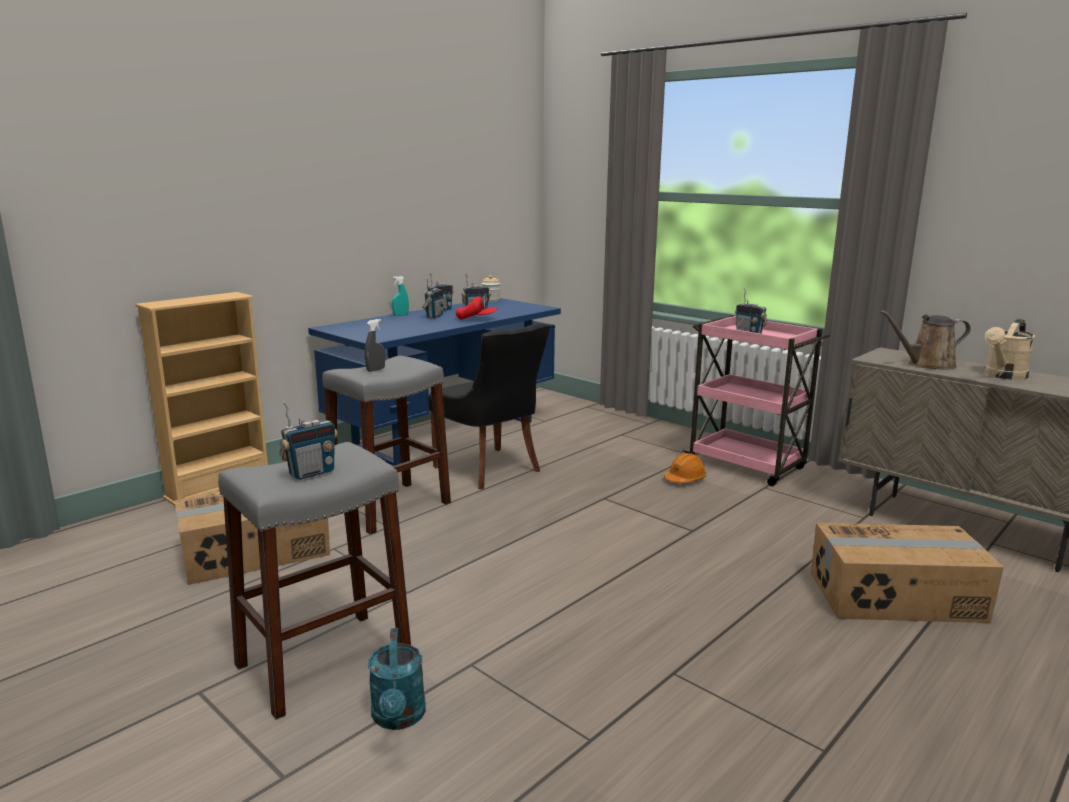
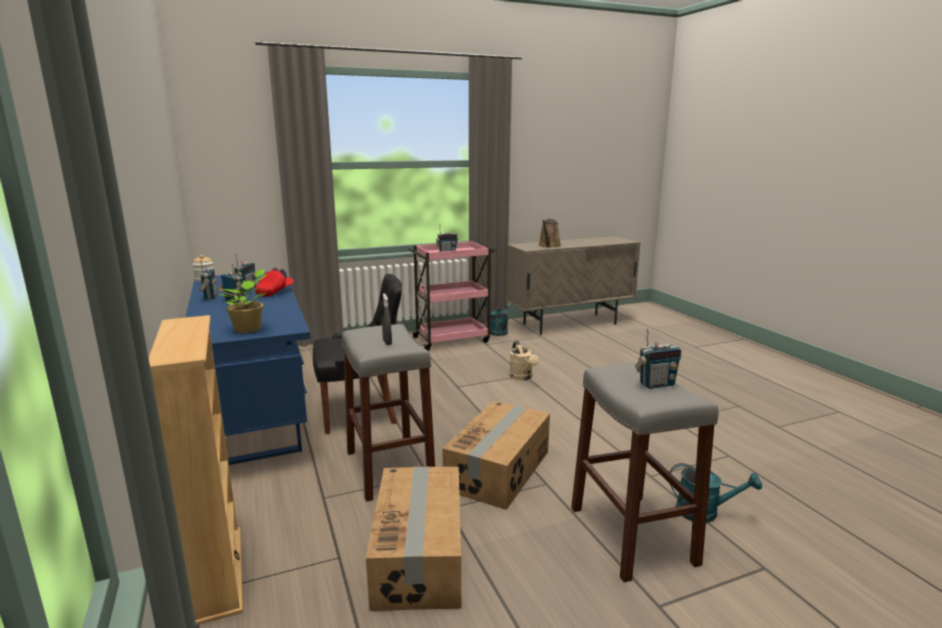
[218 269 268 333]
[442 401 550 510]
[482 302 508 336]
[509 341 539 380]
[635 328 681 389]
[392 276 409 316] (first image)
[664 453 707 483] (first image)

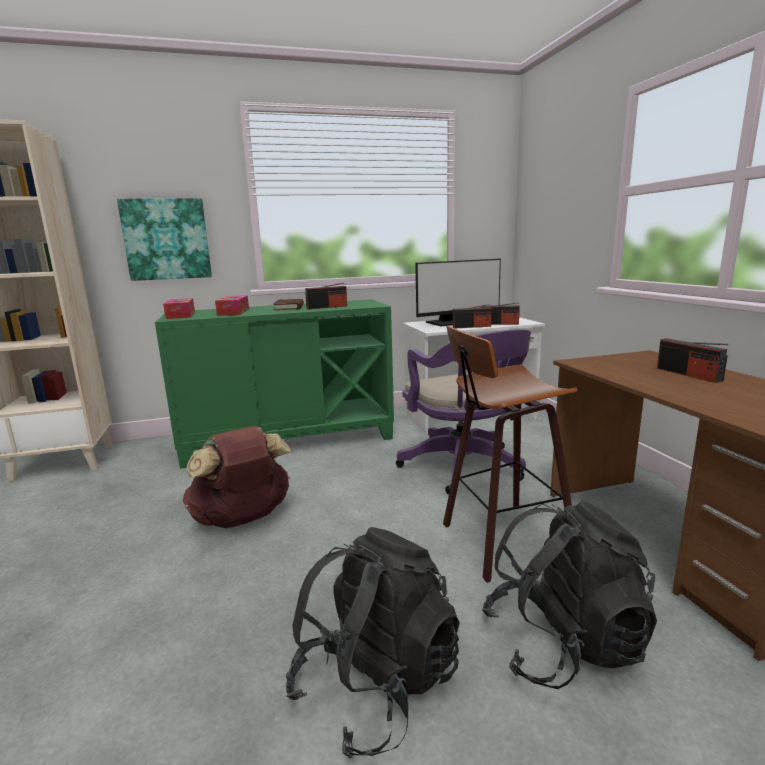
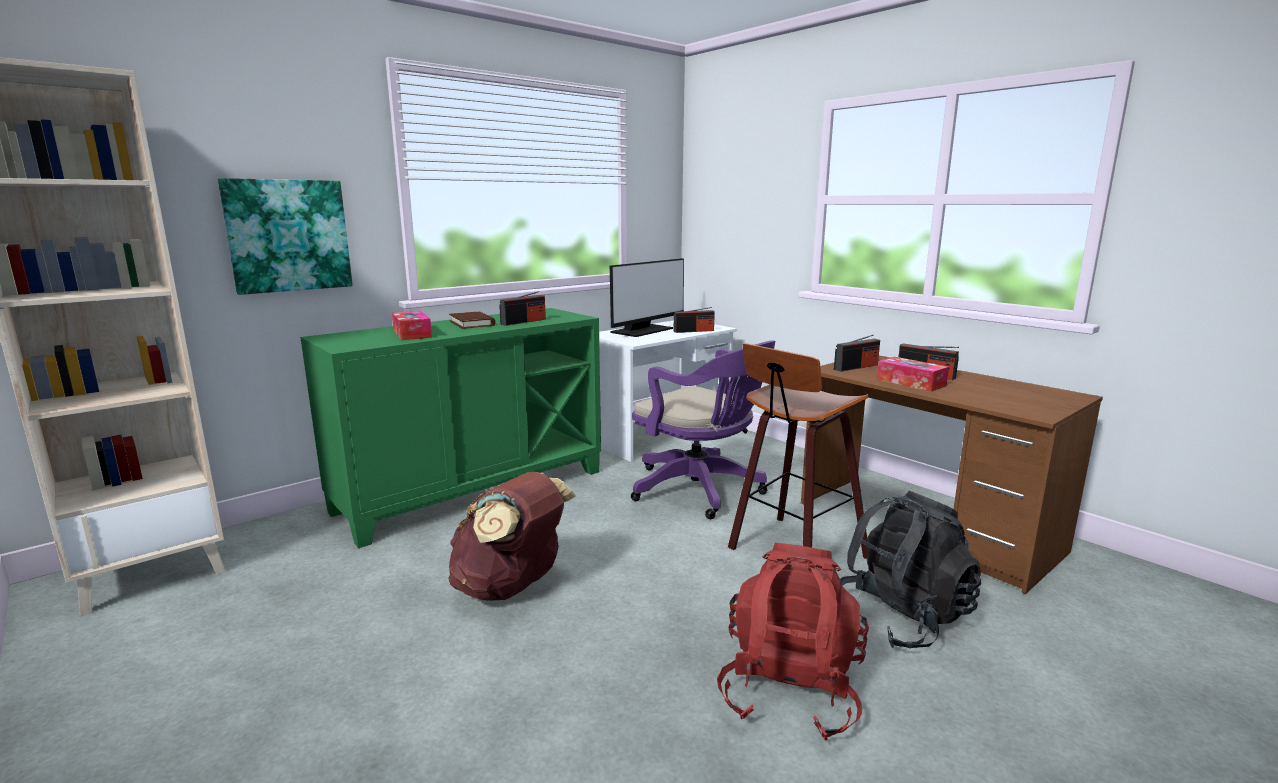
[717 543 869 741]
[834 335 880 372]
[877 357 949 392]

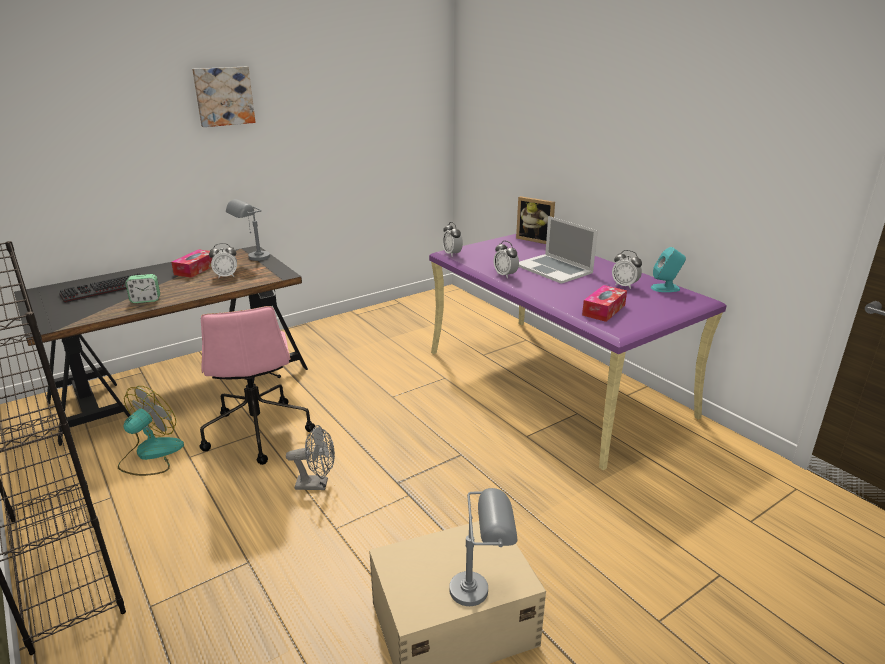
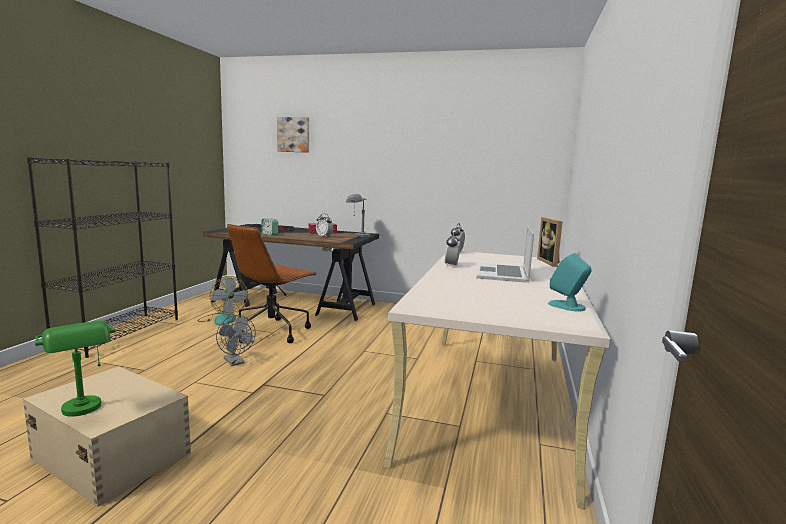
[35 320 116 417]
[198 276 248 326]
[227 224 318 343]
[277 117 309 153]
[384 251 611 509]
[582 285 627 322] (first image)
[612 250 642 289] (first image)

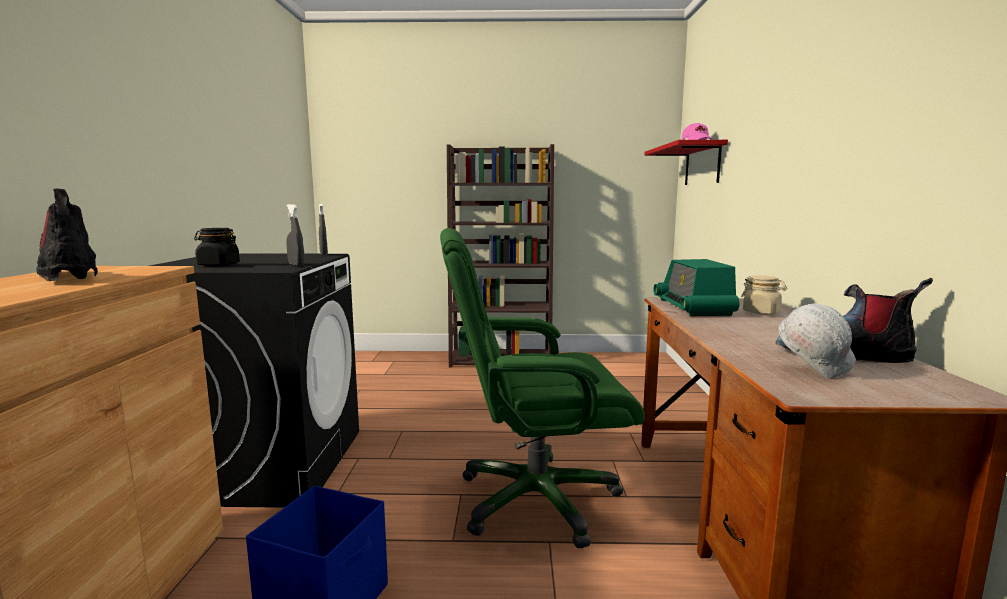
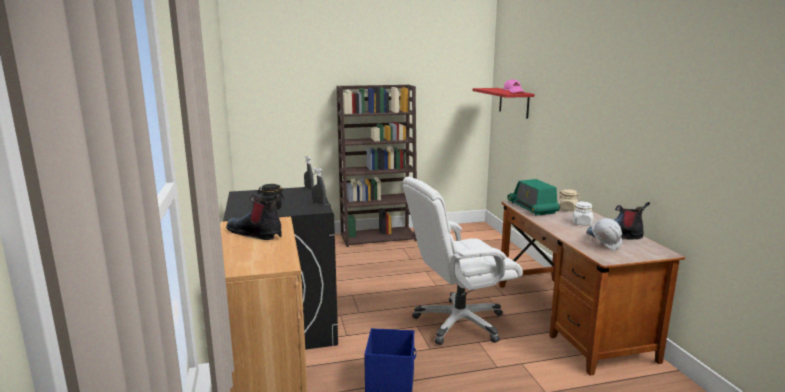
[403 177 523 345]
[572 201 593 226]

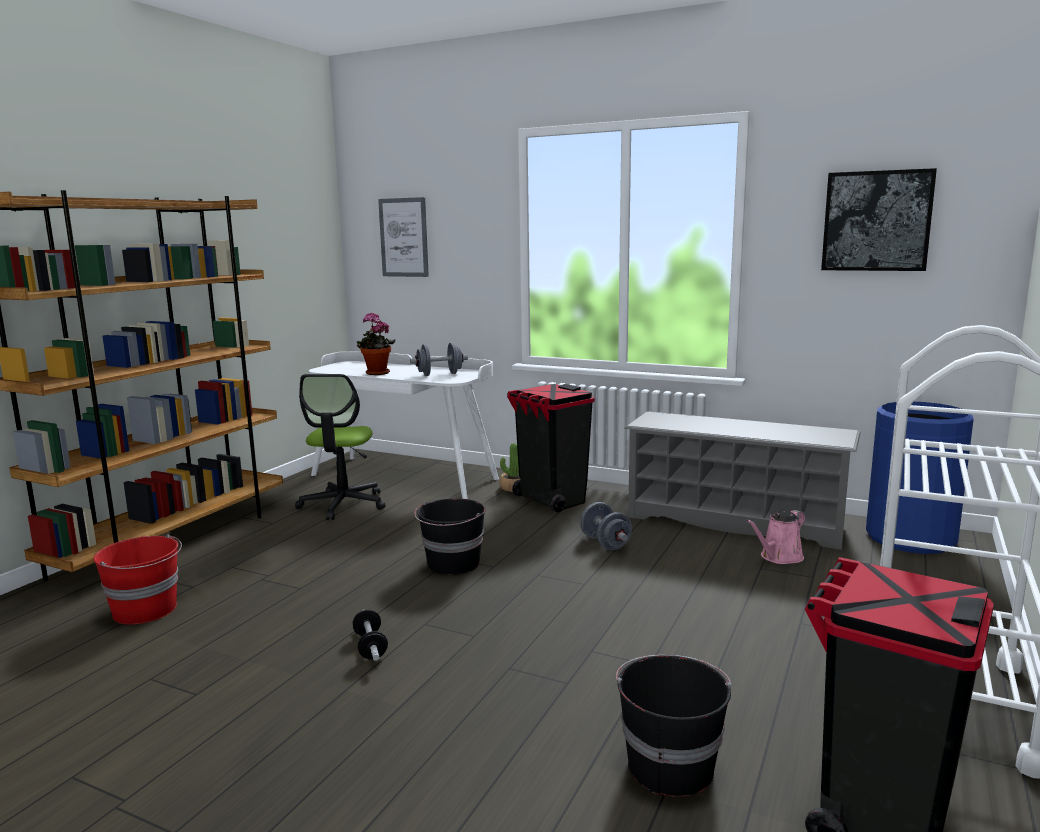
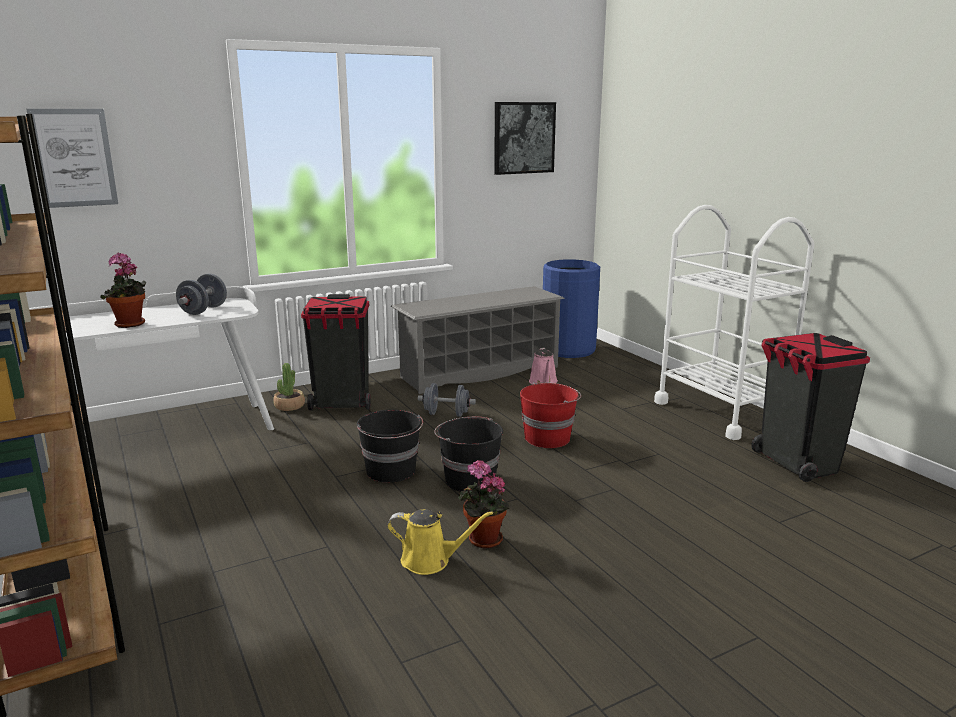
[387 509 493 575]
[434 417 503 492]
[458 460 509 549]
[520 382 581 448]
[295 374 386 520] (first image)

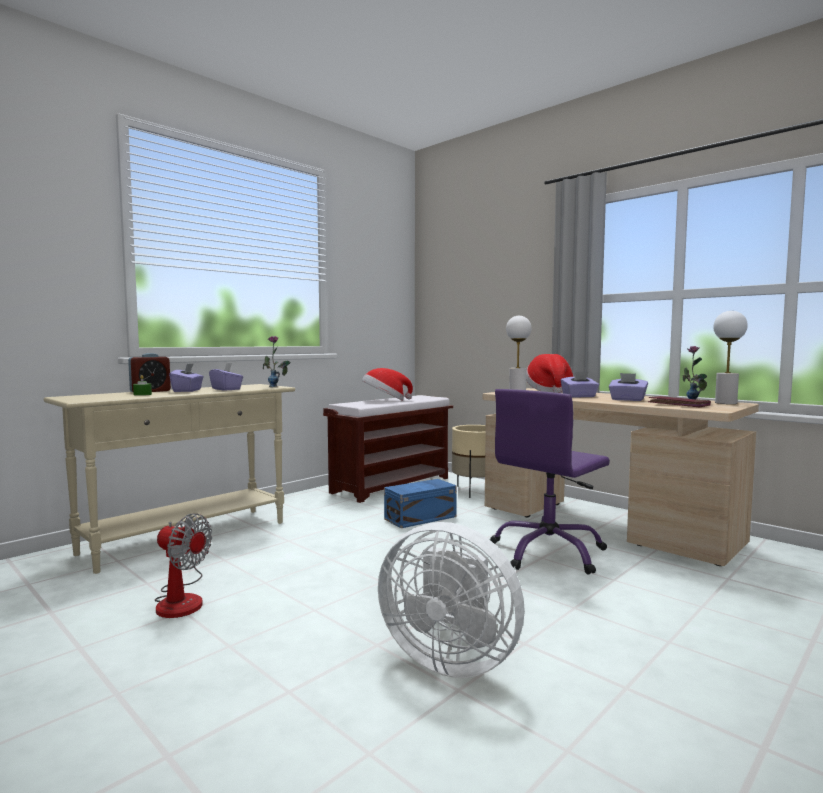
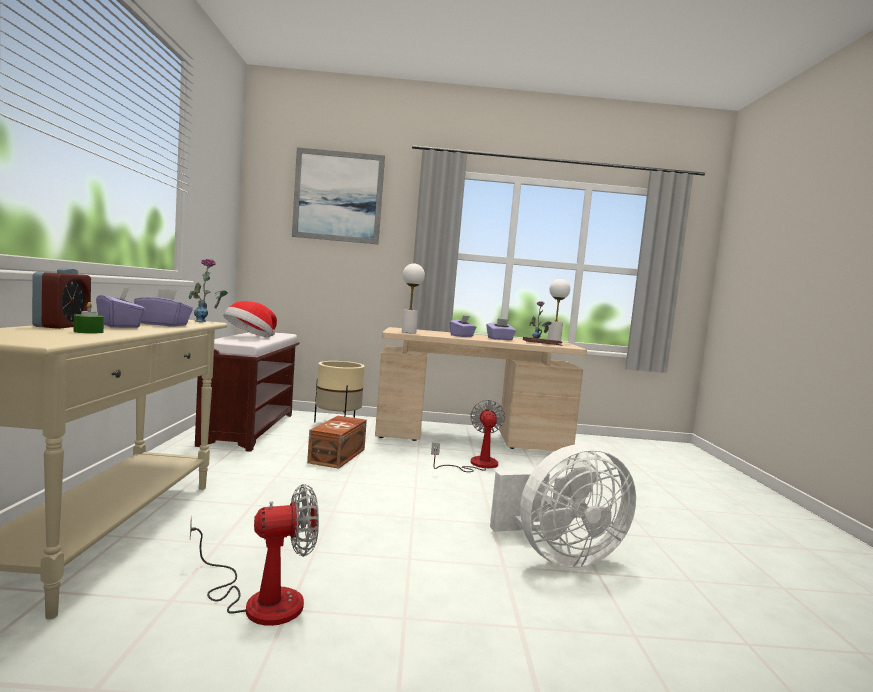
[292 147 385 244]
[307 416 367 469]
[431 400 505 472]
[526 354 574 393] (first image)

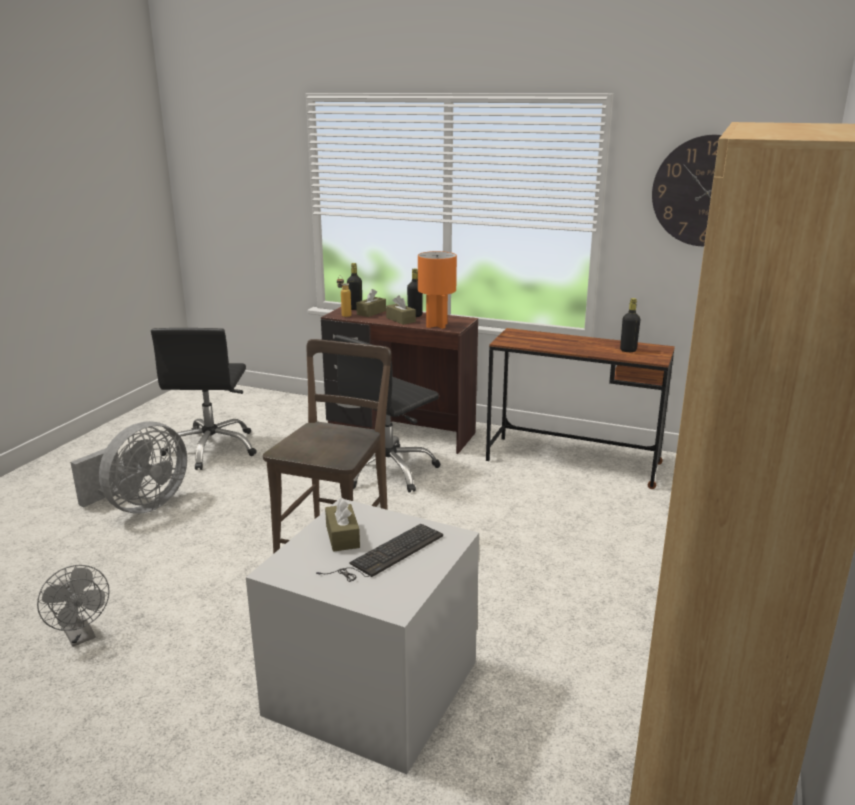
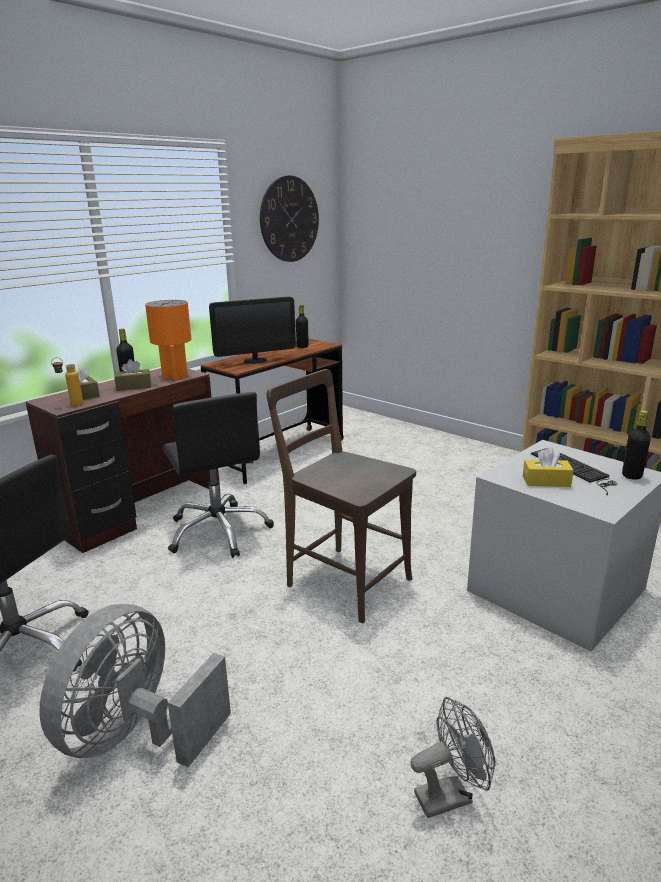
[39 604 231 767]
[209 296 296 364]
[523 447 574 487]
[622 410 651 480]

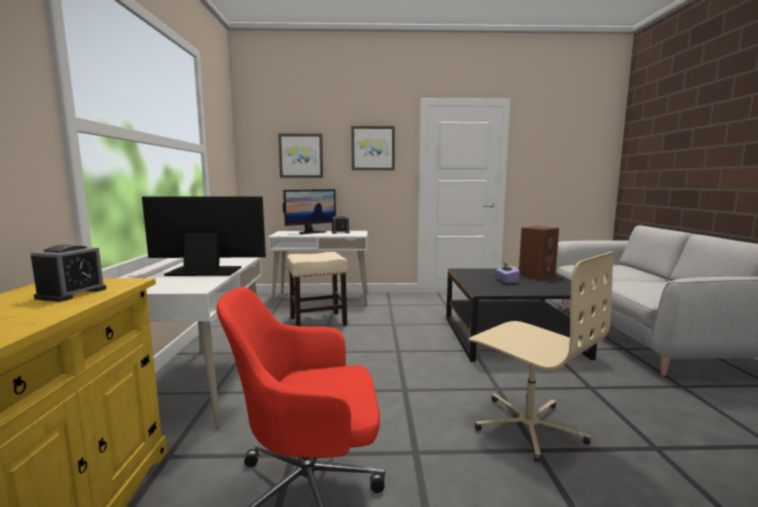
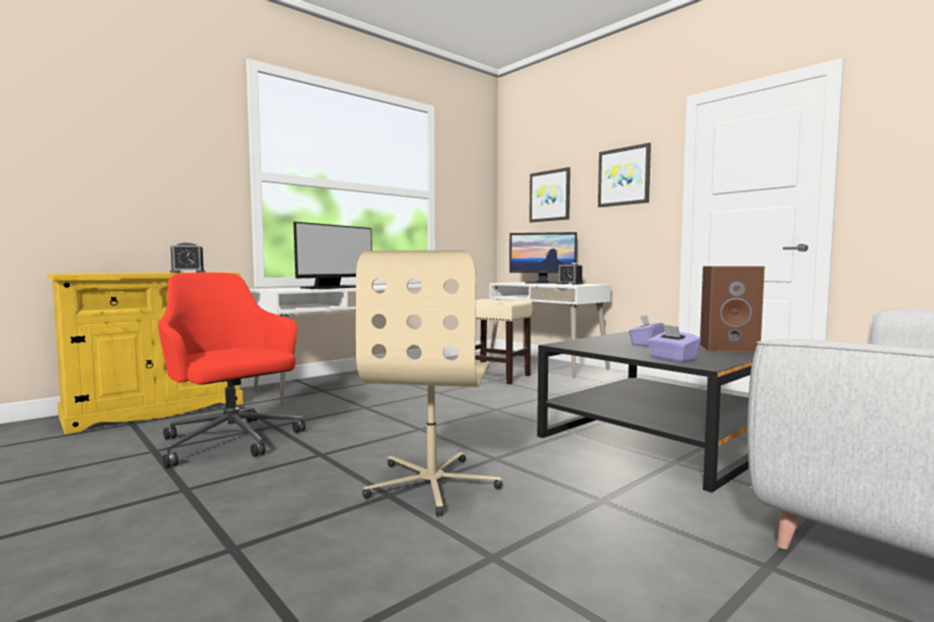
[293 222 372 289]
[647 324 701 362]

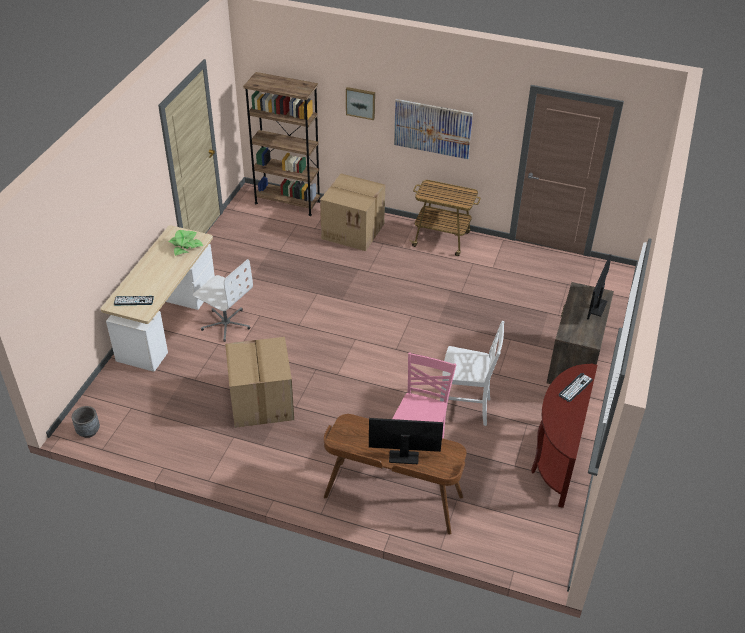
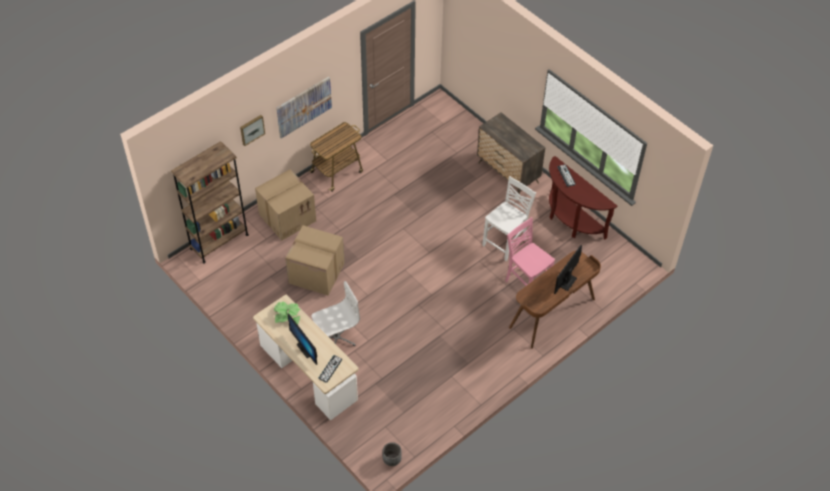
[285 225 345 296]
[287 313 317 365]

